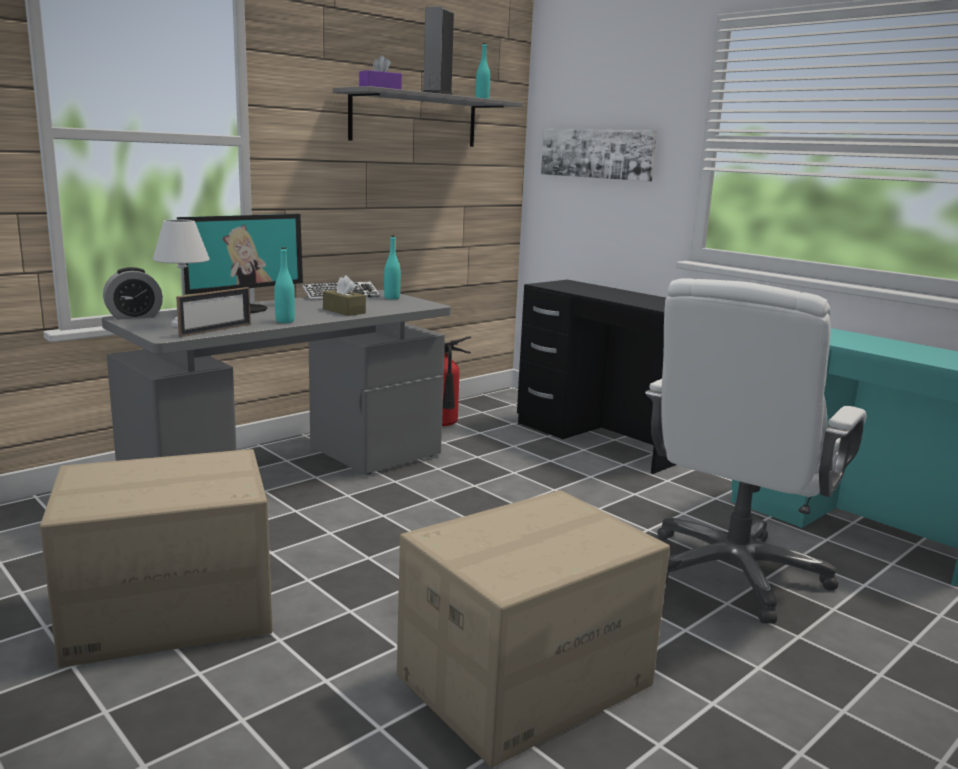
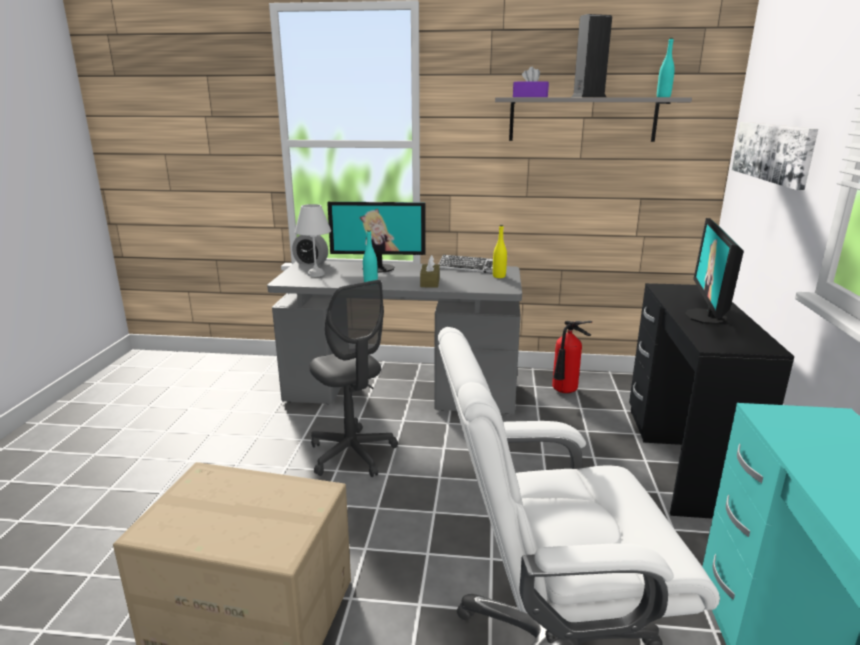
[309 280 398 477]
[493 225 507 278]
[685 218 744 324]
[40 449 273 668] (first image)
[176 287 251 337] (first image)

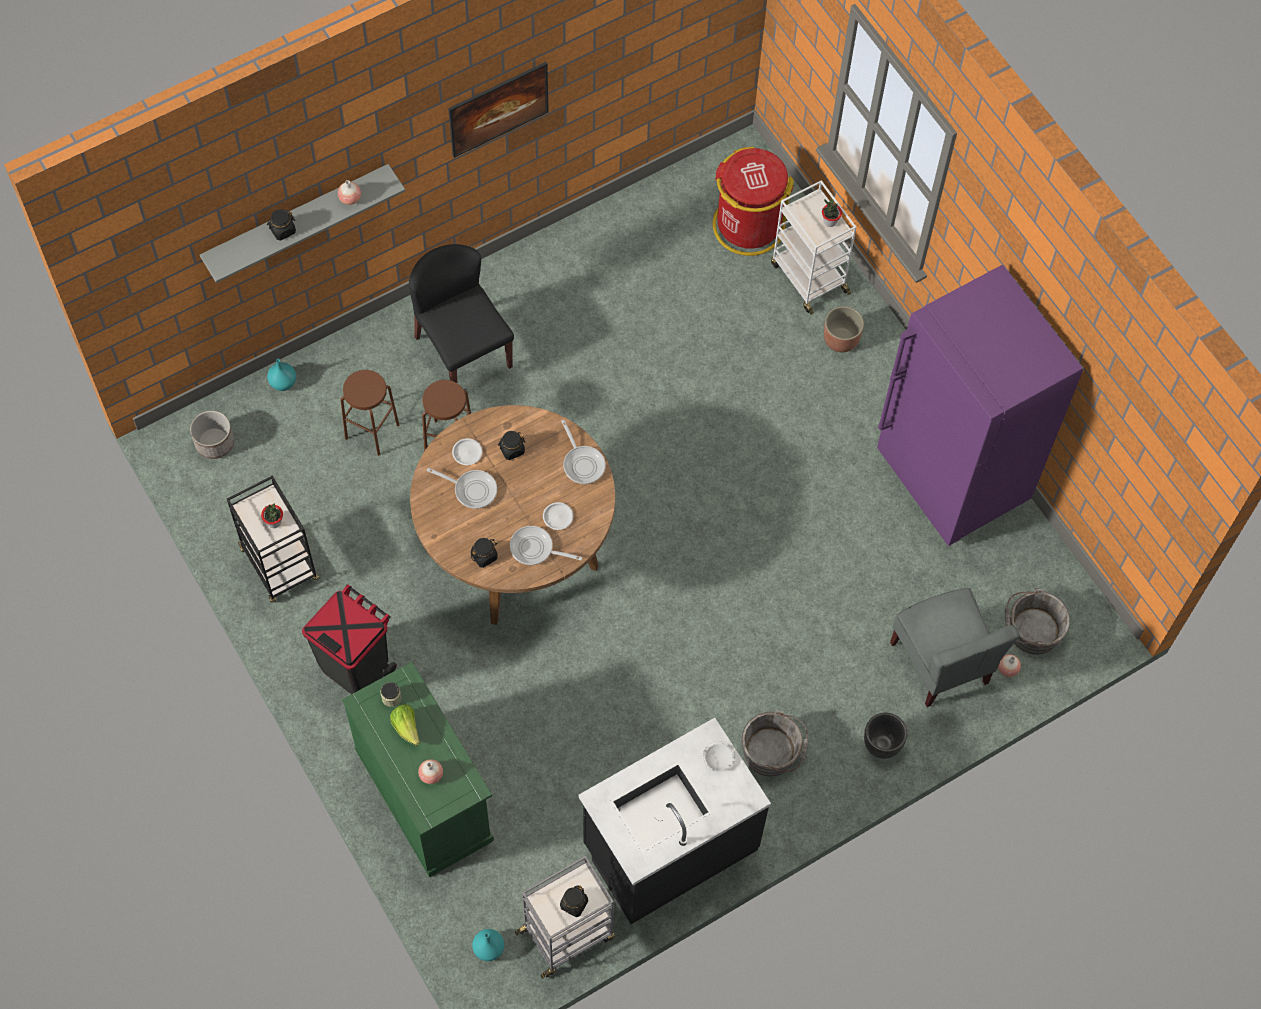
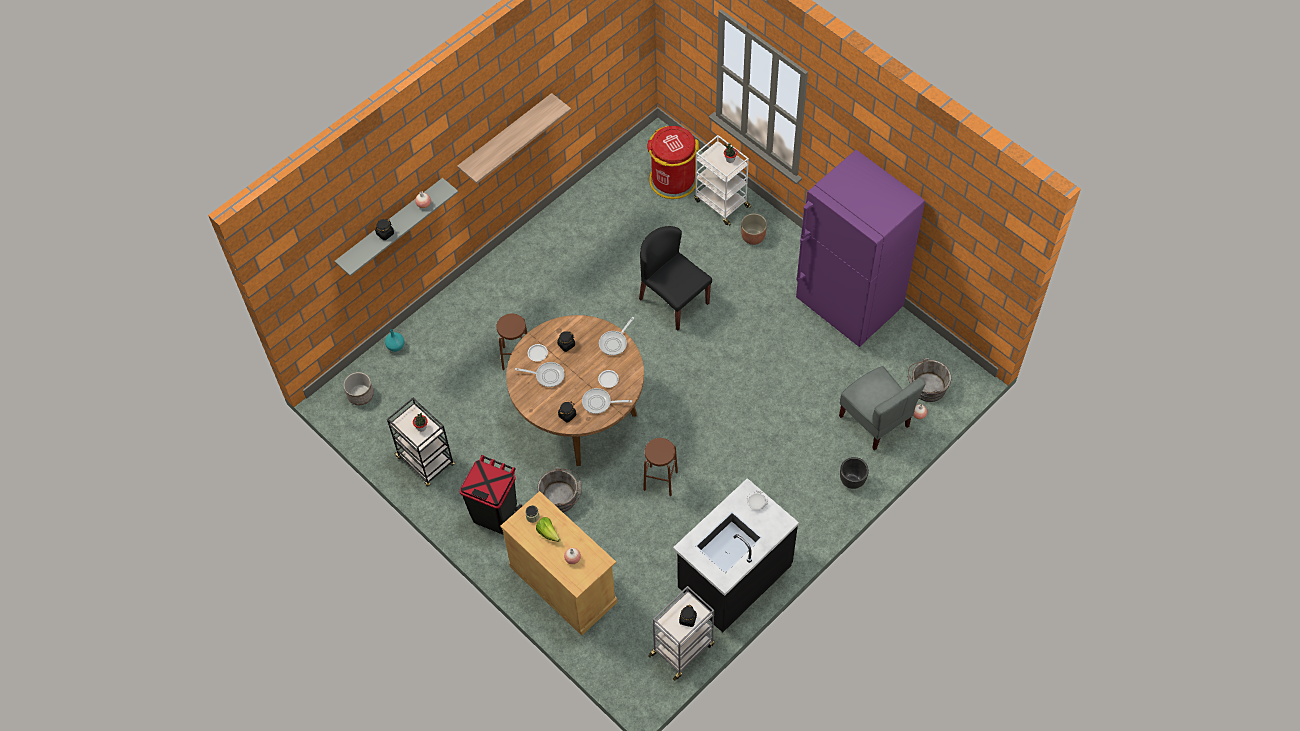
[457 93 571 184]
[500 491 618 636]
[537 468 582 512]
[599 317 634 356]
[639 226 712 331]
[643 438 678 496]
[472 929 504 961] (first image)

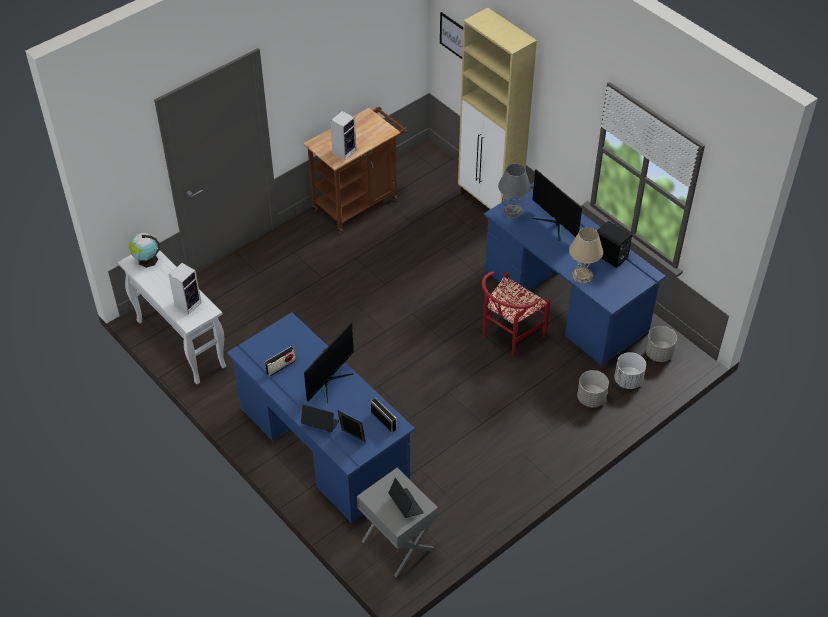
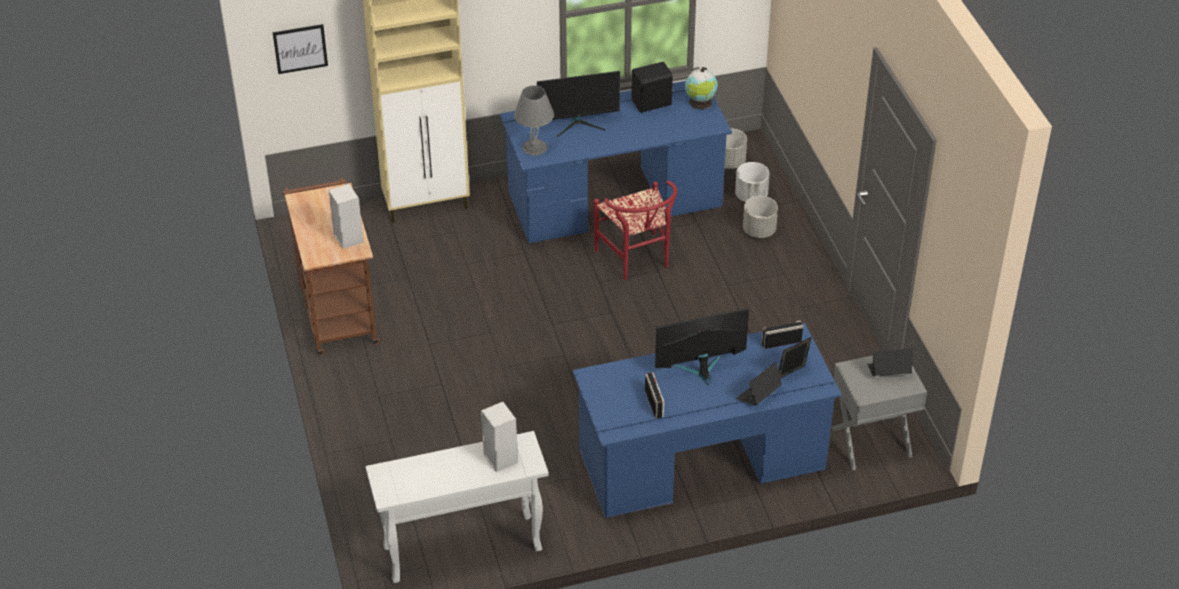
[655 308 749 385]
[685 67 718 110]
[569 227 603 283] (first image)

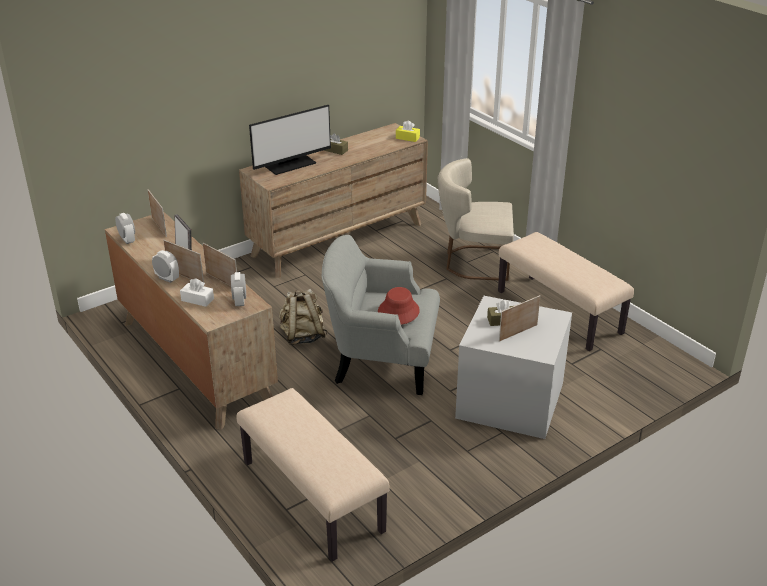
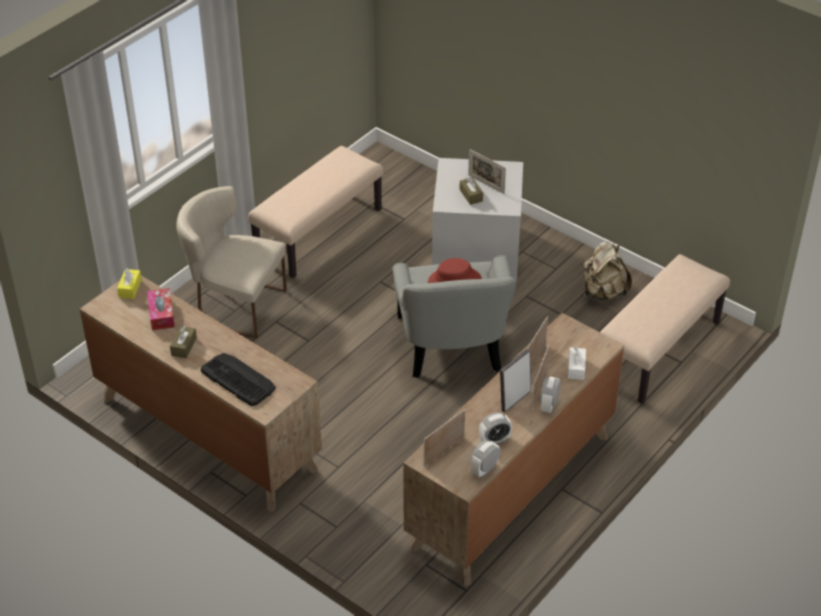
[147 288 175 330]
[176 186 287 339]
[201 353 276 406]
[479 412 512 444]
[583 241 632 300]

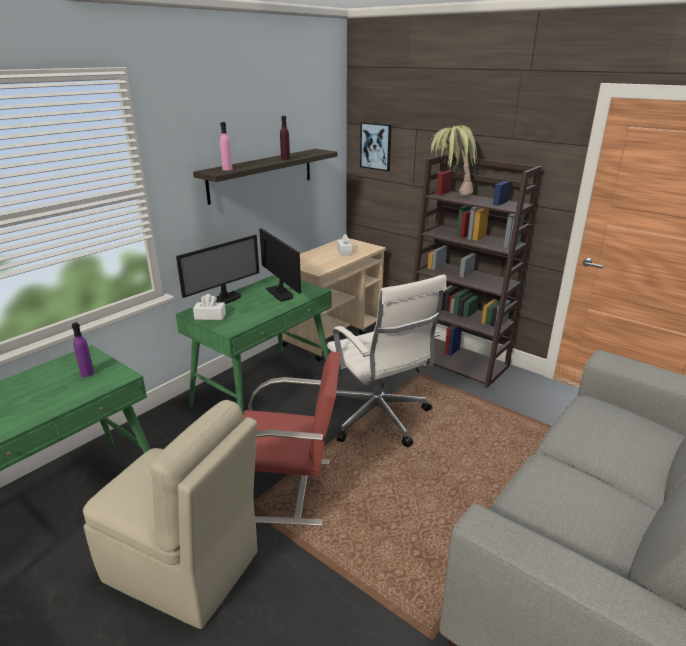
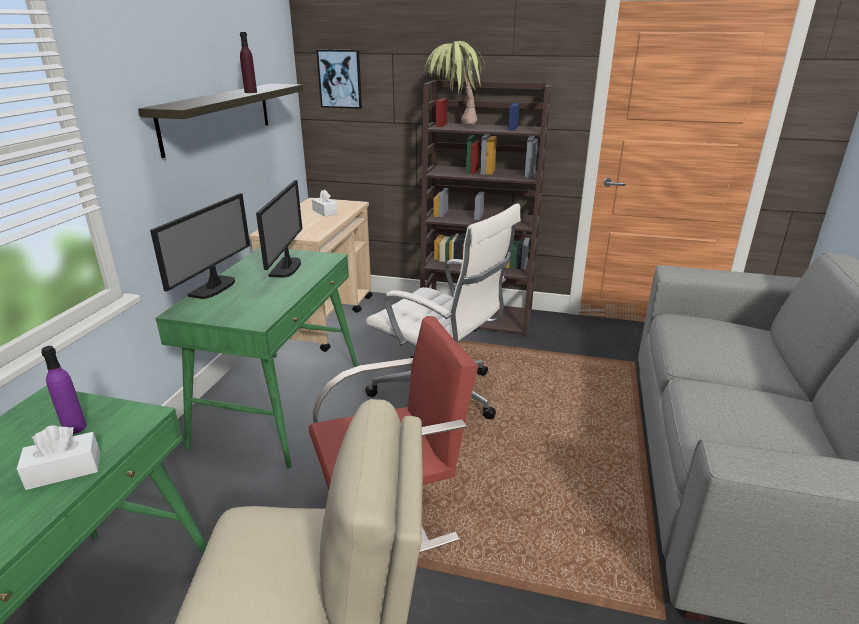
[17 425 100 490]
[256 180 302 277]
[220 122 232 171] (first image)

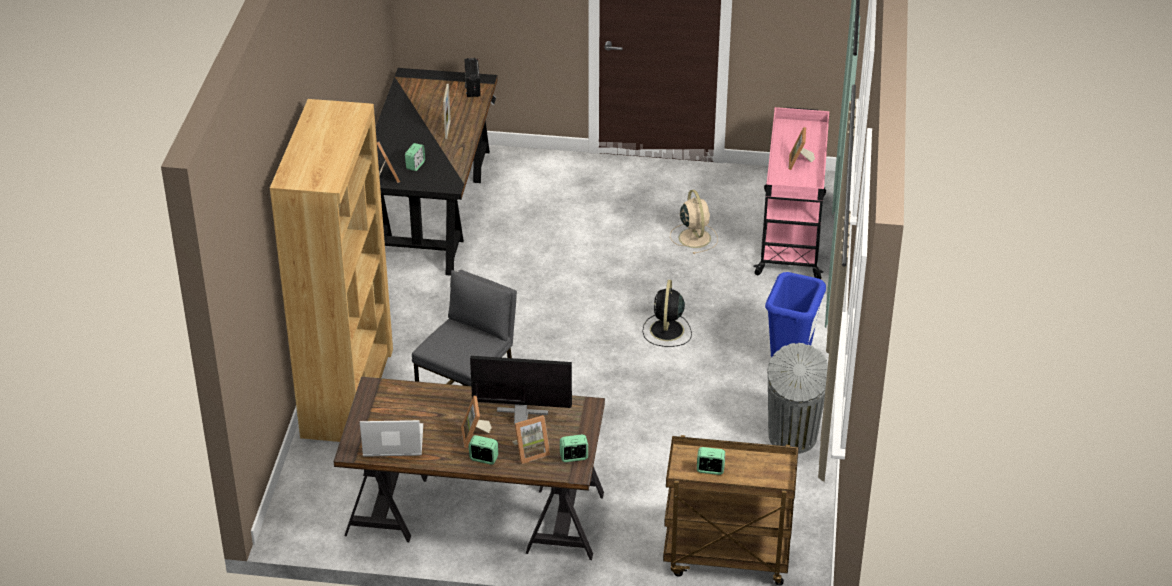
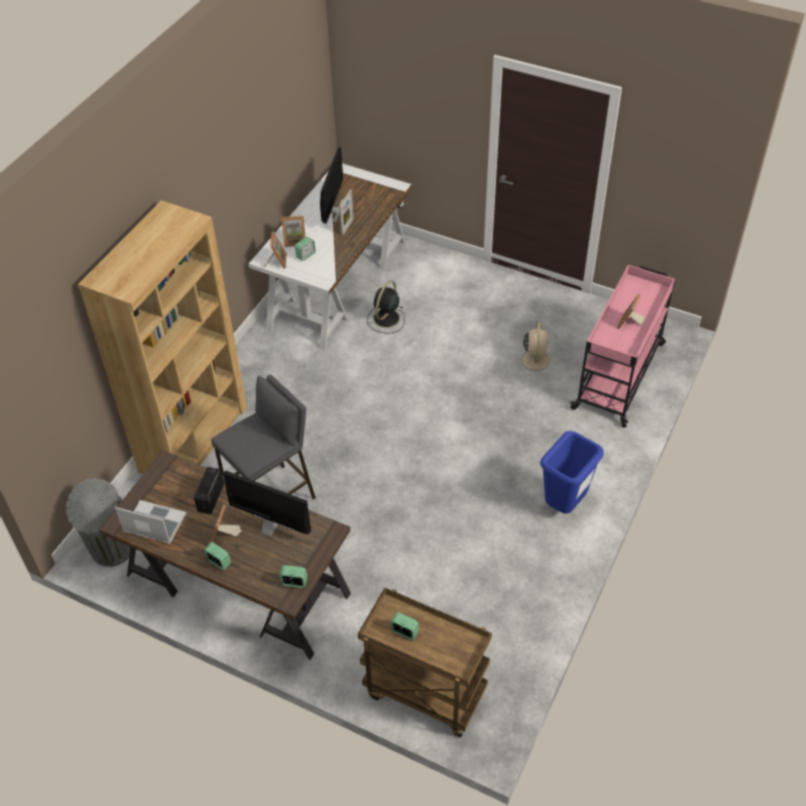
[66 478 130 567]
[194 467 224 514]
[249 163 412 350]
[282 216 305 247]
[320 147 343 224]
[367 280 405 334]

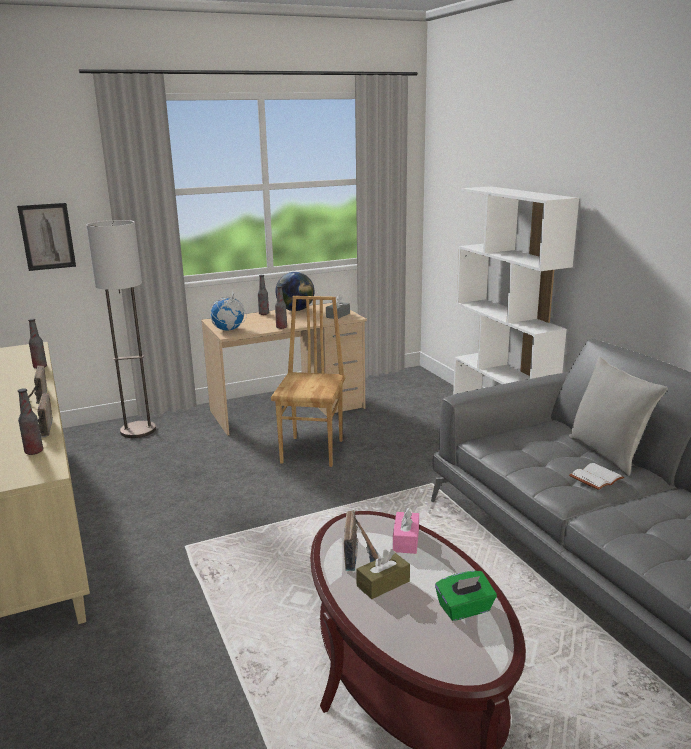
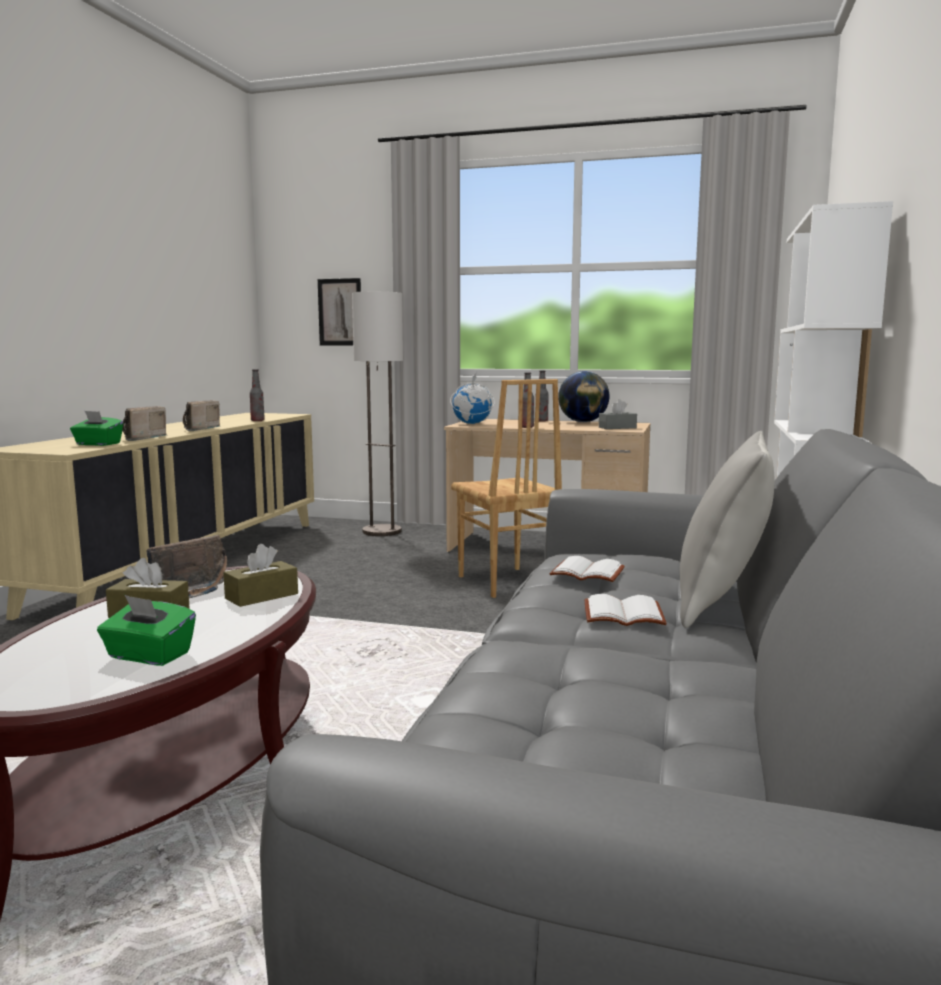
[70 411 123 446]
[223 544 298 607]
[451 379 562 598]
[549 556 625 582]

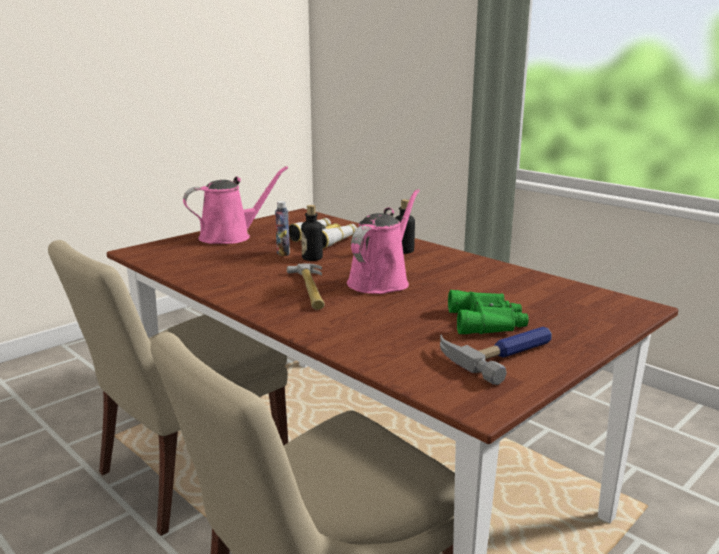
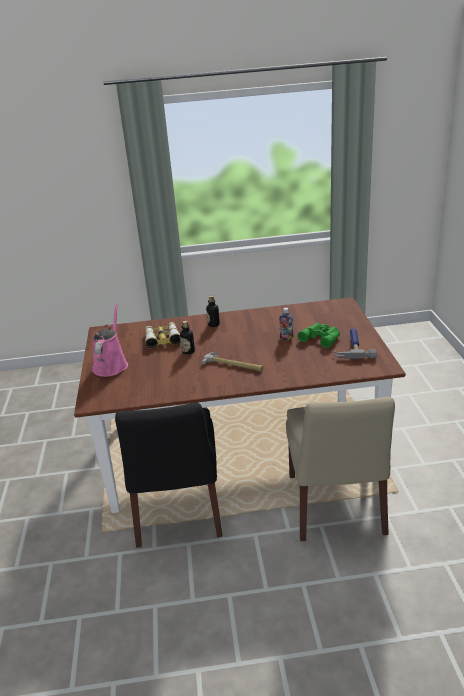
[115 403 223 548]
[279 308 293 340]
[347 189 420 294] (first image)

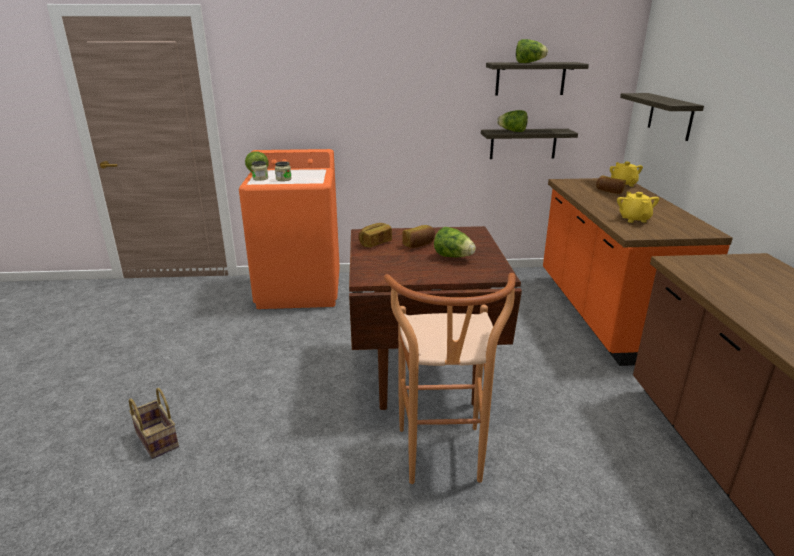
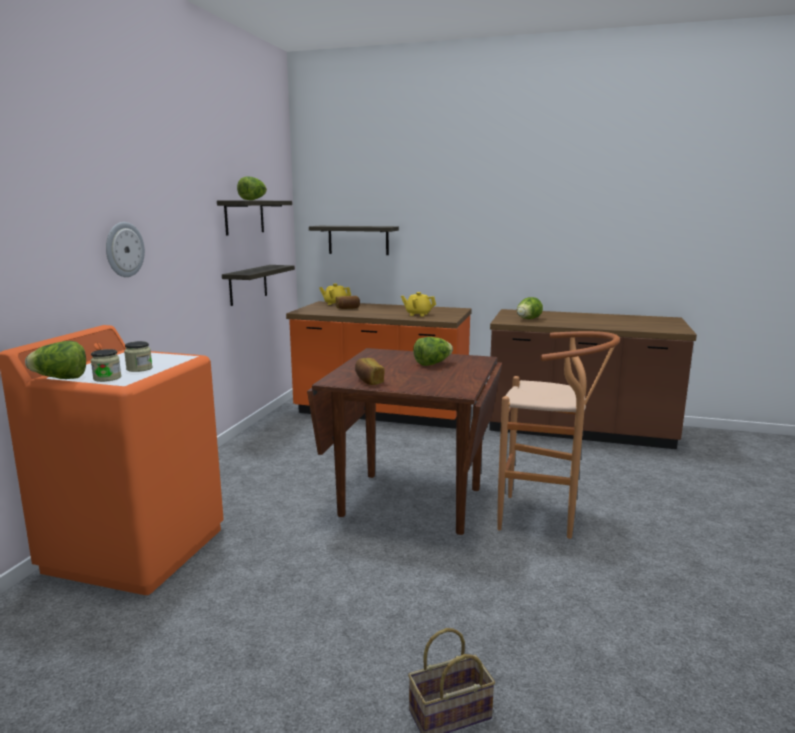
[106 222 145 277]
[517 297 543 319]
[403 225 435 248] (first image)

